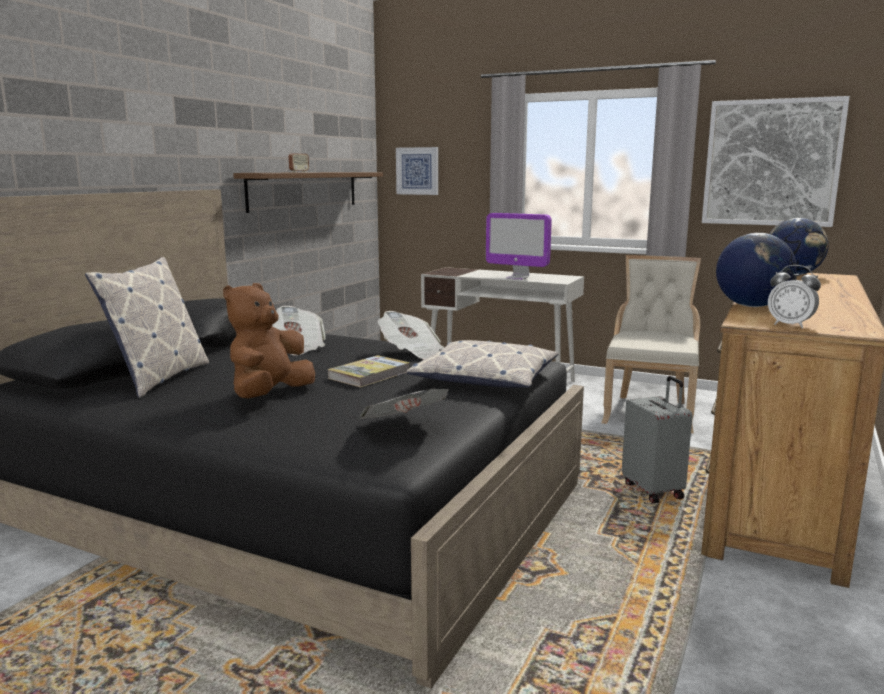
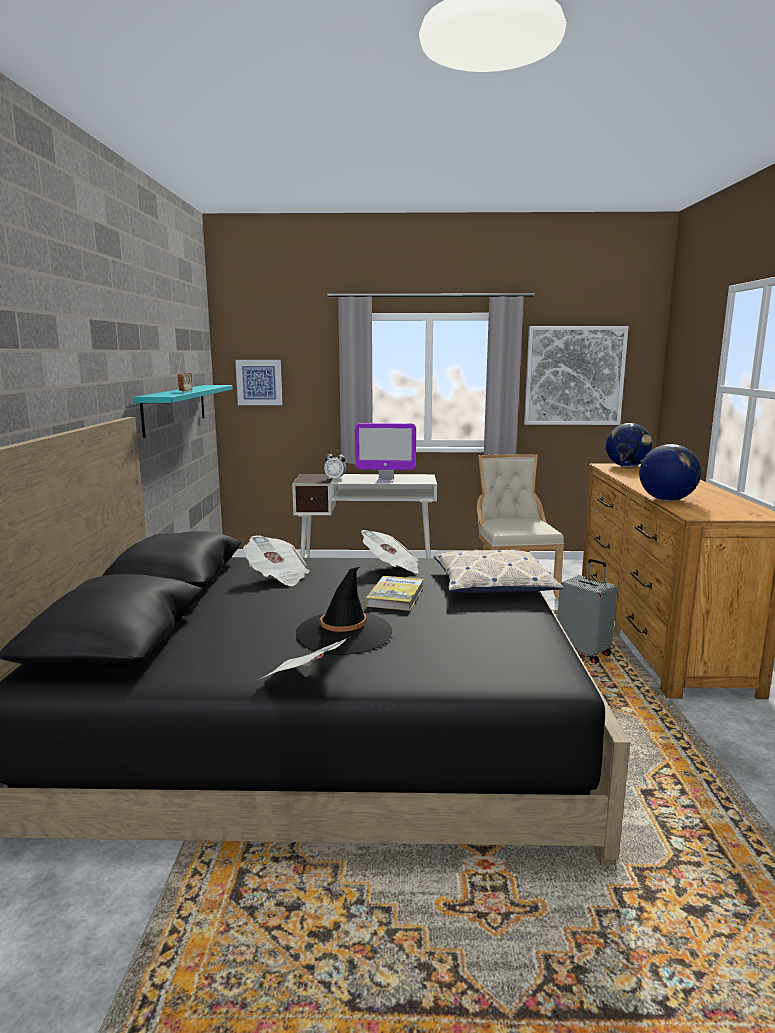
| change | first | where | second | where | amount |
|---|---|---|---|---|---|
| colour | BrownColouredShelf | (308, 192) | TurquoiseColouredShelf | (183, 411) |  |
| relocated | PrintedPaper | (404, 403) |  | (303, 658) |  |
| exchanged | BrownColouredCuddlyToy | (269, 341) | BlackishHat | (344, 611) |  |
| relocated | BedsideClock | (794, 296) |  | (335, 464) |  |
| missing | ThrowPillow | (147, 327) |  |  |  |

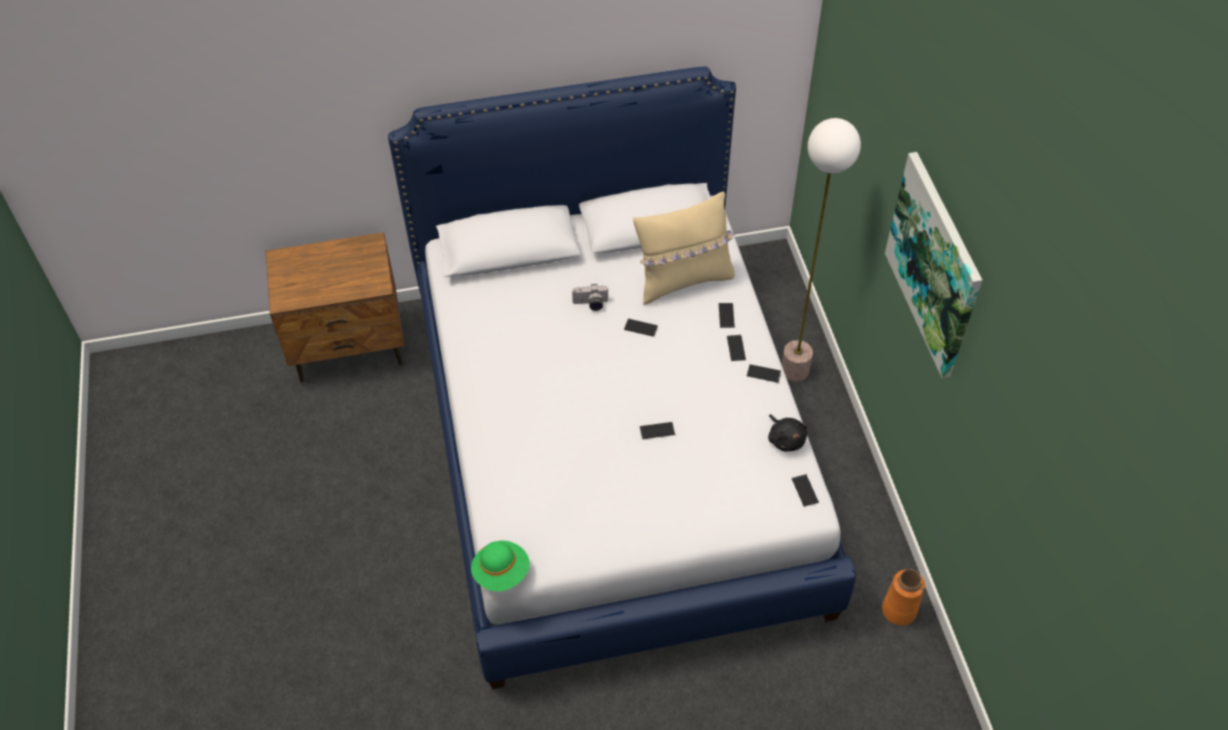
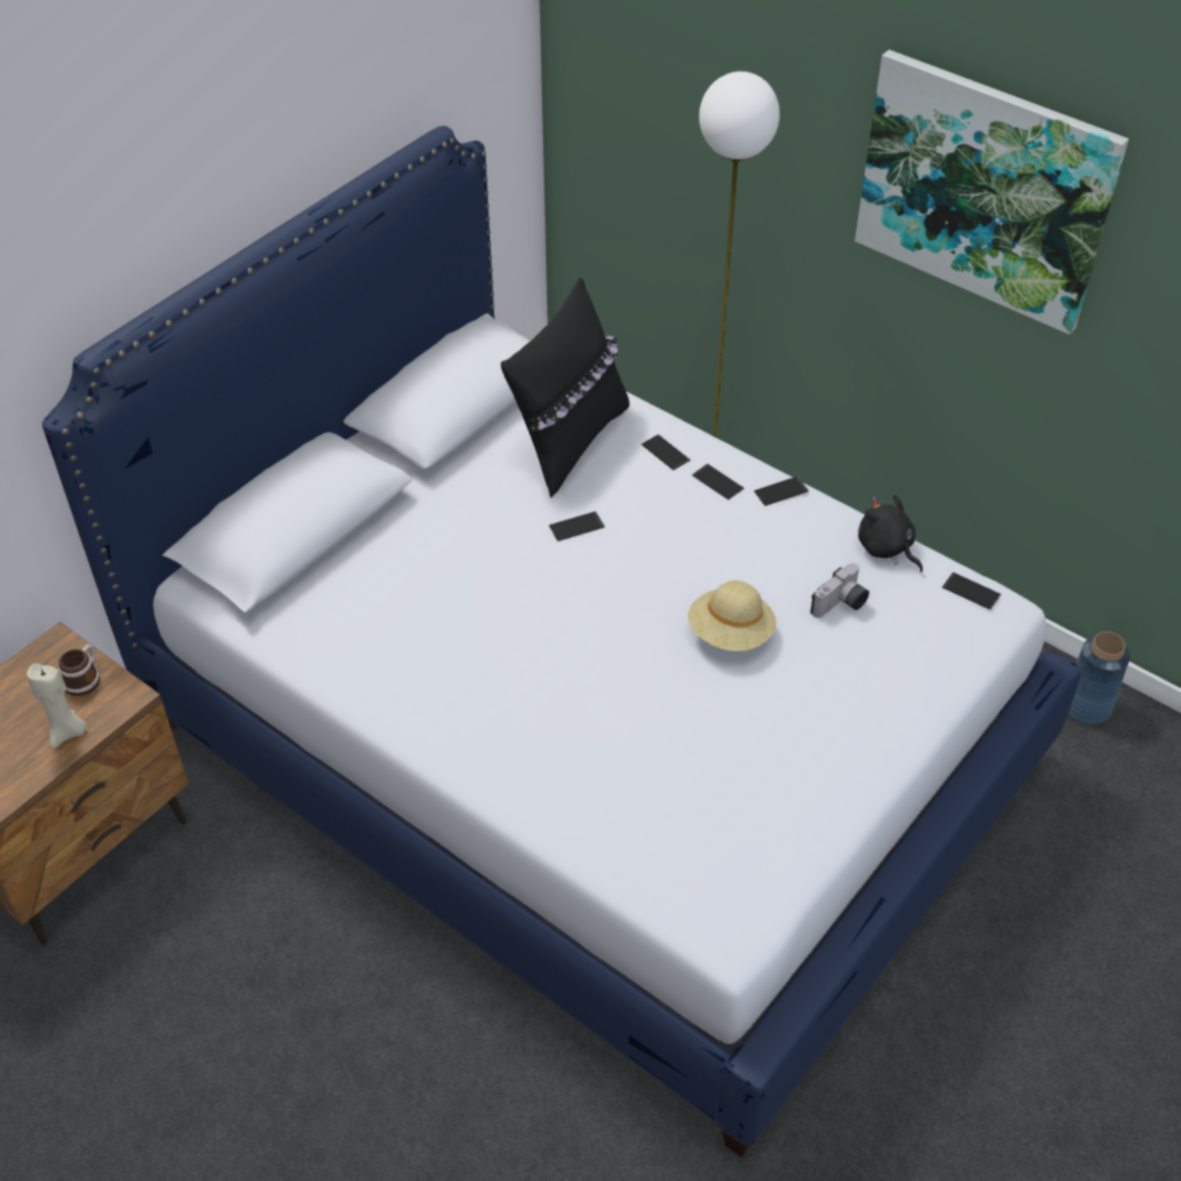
| change | first | where | second | where | amount |
|---|---|---|---|---|---|
| appeared |  |  | BeigeCandle | (57, 706) |  |
| appeared |  |  | TeaMug | (79, 670) |  |
| colour | BeigeThrowPillow | (684, 248) | BlackishThrowPillow | (565, 387) |  |
| exchanged | Handset | (657, 430) | BeigeHat | (732, 615) |  |
| relocated | PhotoCamera | (590, 297) |  | (839, 590) |  |
| spun | BlackishCuddlyToy | (787, 433) |  | (890, 533) | 150 degrees counterclockwise |
| colour | OrangeyVase | (903, 597) | BlueVase | (1099, 677) |  |
| missing | GreenishHat | (500, 566) |  |  |  |

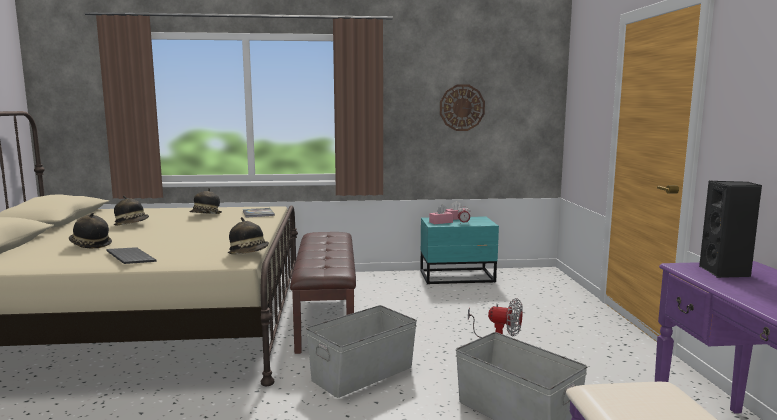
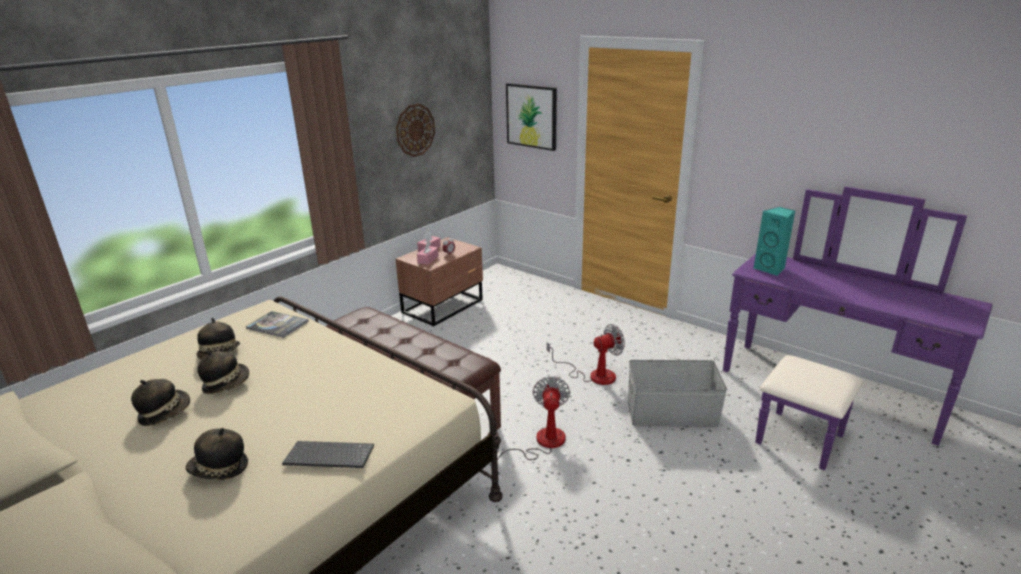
| change | first | where | second | where | amount |
|---|---|---|---|---|---|
| relocated | Hat | (248, 235) |  | (223, 372) |  |
| colour | TurquoiseColouredNightTable | (459, 250) | BrownColouredNightTable | (439, 282) |  |
| exchanged | GreyishStorageContainer | (361, 351) | CoolingFan | (533, 418) |  |
| appeared |  |  | Picture | (531, 117) |  |
| colour | BlackishSpeaker | (730, 229) | TurquoiseColouredSpeaker | (774, 241) |  |

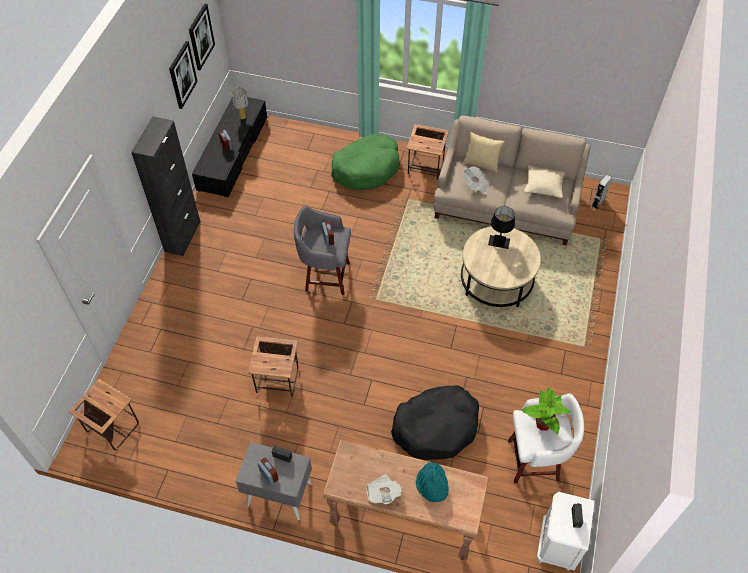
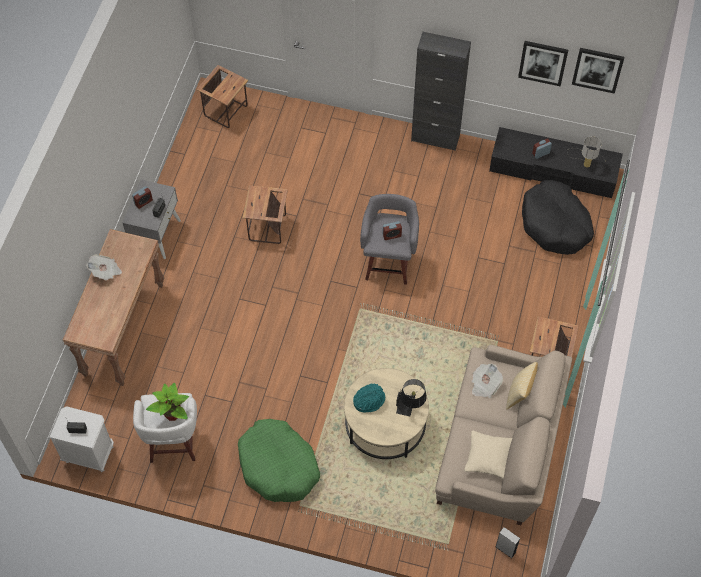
| change | first | where | second | where | amount |
|---|---|---|---|---|---|
| relocated | GreenishDogBed | (365, 162) |  | (279, 460) |  |
| relocated | TurquoiseColouredHat | (432, 482) |  | (369, 397) |  |
| relocated | BlackishDogBed | (435, 422) |  | (558, 217) |  |

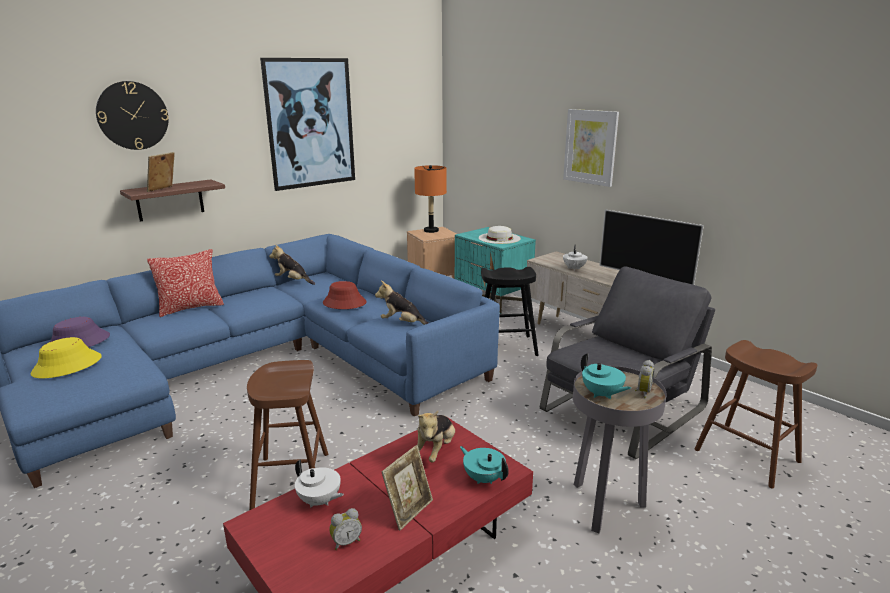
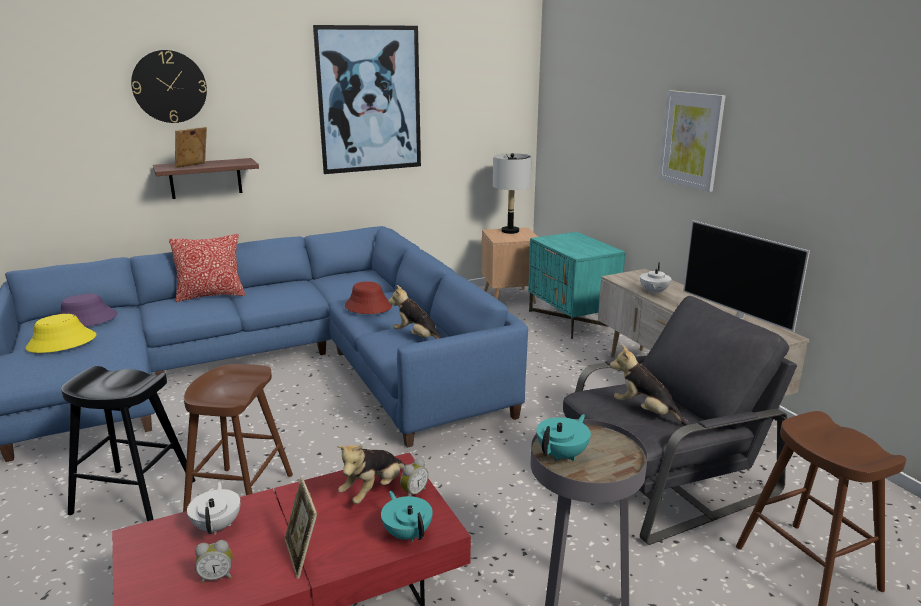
| change | first | where | second | where | amount |
|---|---|---|---|---|---|
| relocated | BlackishSittingStool | (510, 311) |  | (128, 443) |  |
| spun | WhiteTeapot | (319, 483) |  | (213, 507) | 150 degrees counterclockwise |
| spun | StandingFrame | (407, 488) |  | (300, 528) | 105 degrees clockwise |
| relocated | BedsideClock | (644, 379) |  | (414, 477) |  |
| colour | OrangeyLampForATable | (430, 199) | GreyishLampForATable | (512, 193) |  |
| spun | TurquoiseColouredTeapot | (606, 376) |  | (563, 437) | 120 degrees counterclockwise |
| relocated | CuddlyToy | (292, 264) |  | (650, 385) |  |
| missing | WhiteHat | (500, 235) |  |  |  |

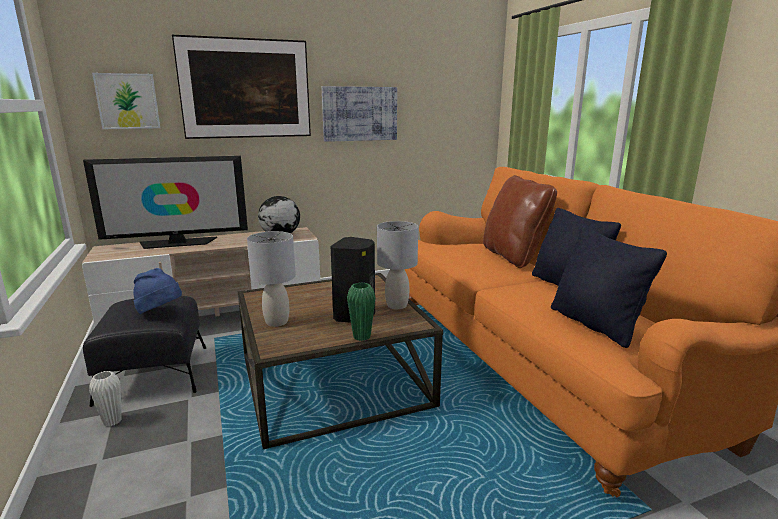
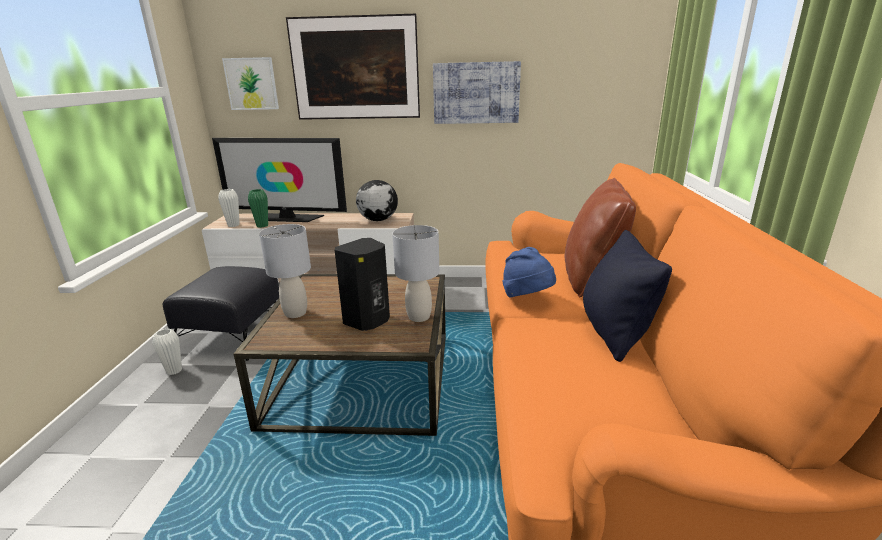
| change | first | where | second | where | amount |
|---|---|---|---|---|---|
| appeared |  |  | WhiteVase | (229, 208) |  |
| relocated | GreenishVase | (361, 311) |  | (258, 208) |  |
| relocated | BlueHat | (157, 291) |  | (529, 272) |  |
| missing | BlackishThrowPillow | (609, 287) |  |  |  |

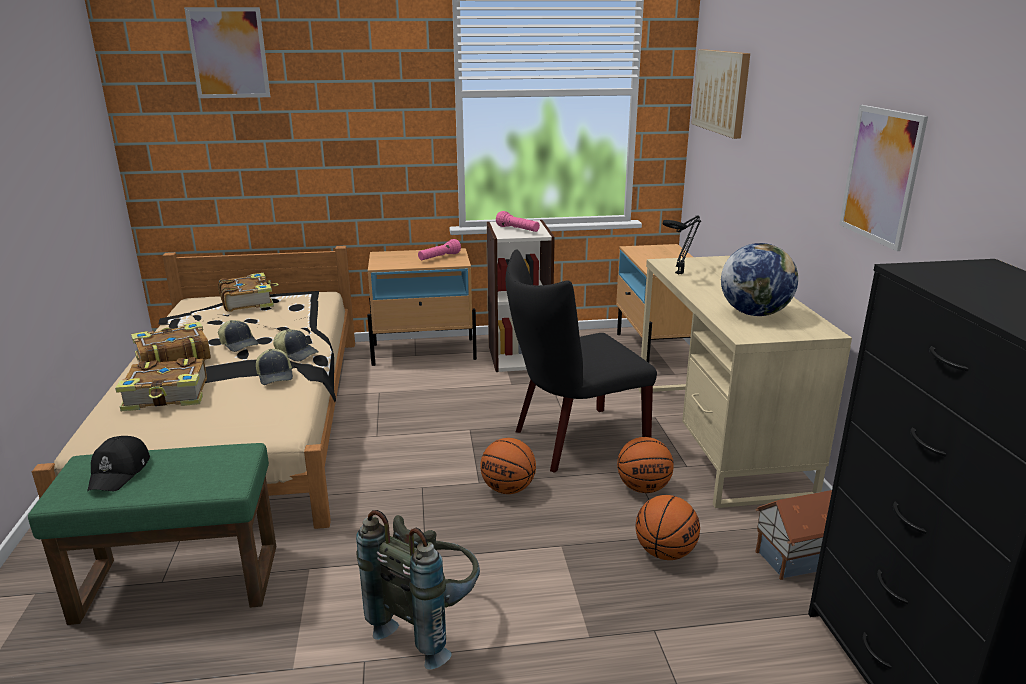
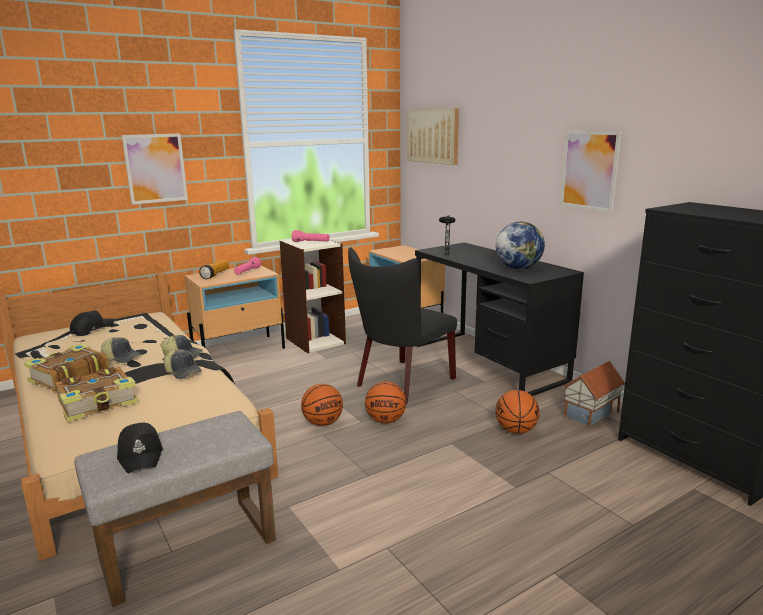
| change | first | where | second | where | amount |
|---|---|---|---|---|---|
| exchanged | Volume | (248, 292) | BlackishBaseballCap | (92, 322) |  |
| colour | GreenishPouffe | (152, 534) | GreyishPouffe | (175, 509) |  |
| relocated | Picture | (227, 52) |  | (155, 169) |  |
| appeared |  |  | Flashlight | (214, 269) |  |
| relocated | BasketballBall | (645, 465) |  | (322, 405) |  |
| colour | BeigeDesk | (745, 382) | BlackishDesk | (499, 319) |  |
| missing | GreyishRucksack | (418, 590) |  |  |  |

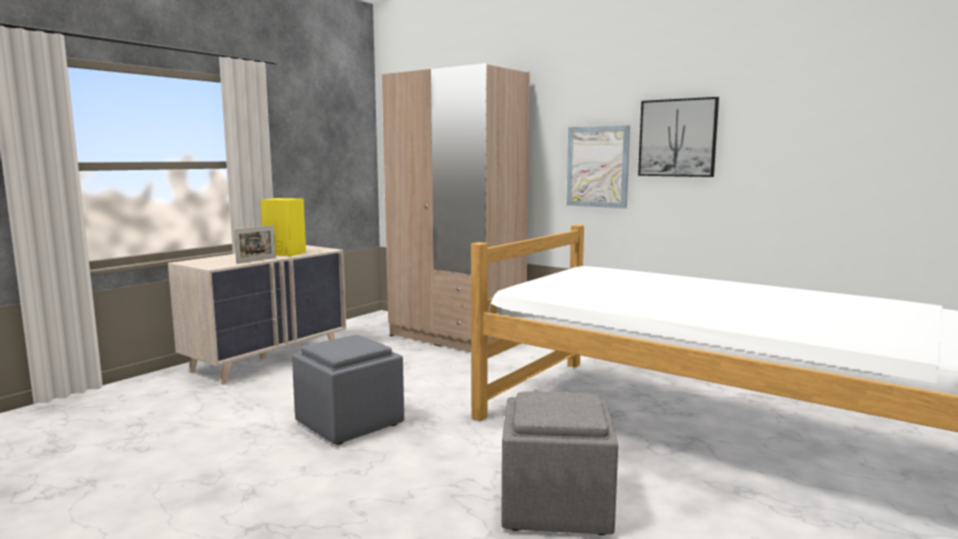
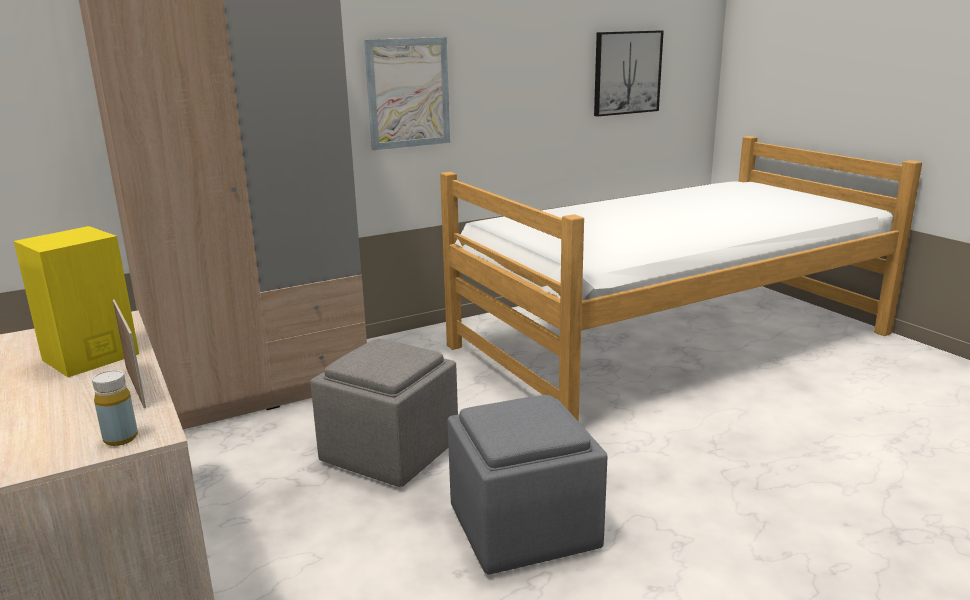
| change | first | where | second | where | amount |
|---|---|---|---|---|---|
| appeared |  |  | YellowColouredBottle | (115, 408) |  |
| relocated | GreyishPouffe | (559, 463) |  | (384, 413) |  |
| relocated | Picture | (678, 137) |  | (629, 74) |  |

